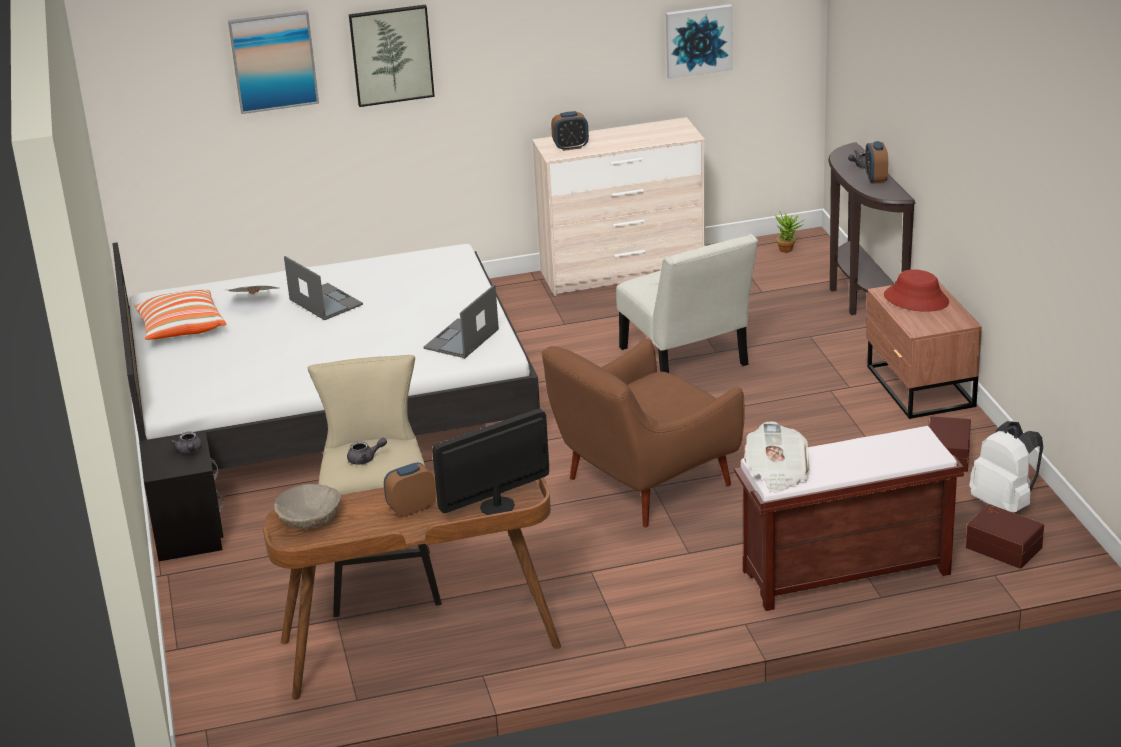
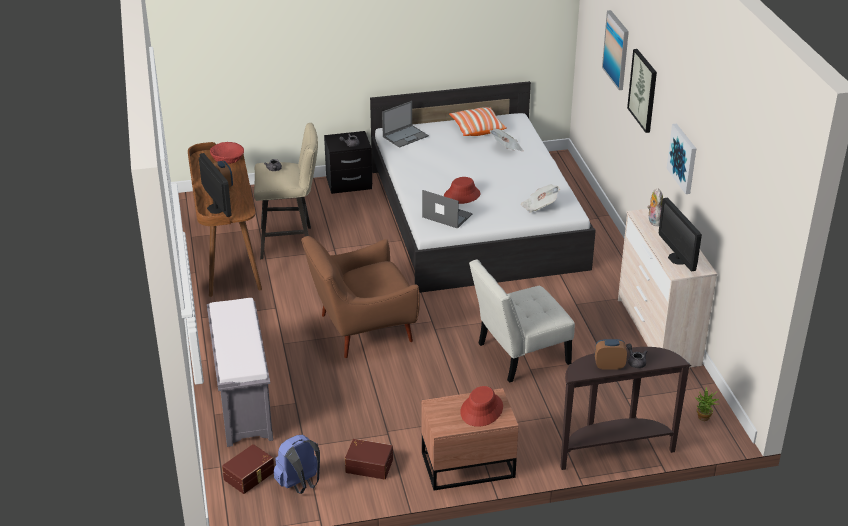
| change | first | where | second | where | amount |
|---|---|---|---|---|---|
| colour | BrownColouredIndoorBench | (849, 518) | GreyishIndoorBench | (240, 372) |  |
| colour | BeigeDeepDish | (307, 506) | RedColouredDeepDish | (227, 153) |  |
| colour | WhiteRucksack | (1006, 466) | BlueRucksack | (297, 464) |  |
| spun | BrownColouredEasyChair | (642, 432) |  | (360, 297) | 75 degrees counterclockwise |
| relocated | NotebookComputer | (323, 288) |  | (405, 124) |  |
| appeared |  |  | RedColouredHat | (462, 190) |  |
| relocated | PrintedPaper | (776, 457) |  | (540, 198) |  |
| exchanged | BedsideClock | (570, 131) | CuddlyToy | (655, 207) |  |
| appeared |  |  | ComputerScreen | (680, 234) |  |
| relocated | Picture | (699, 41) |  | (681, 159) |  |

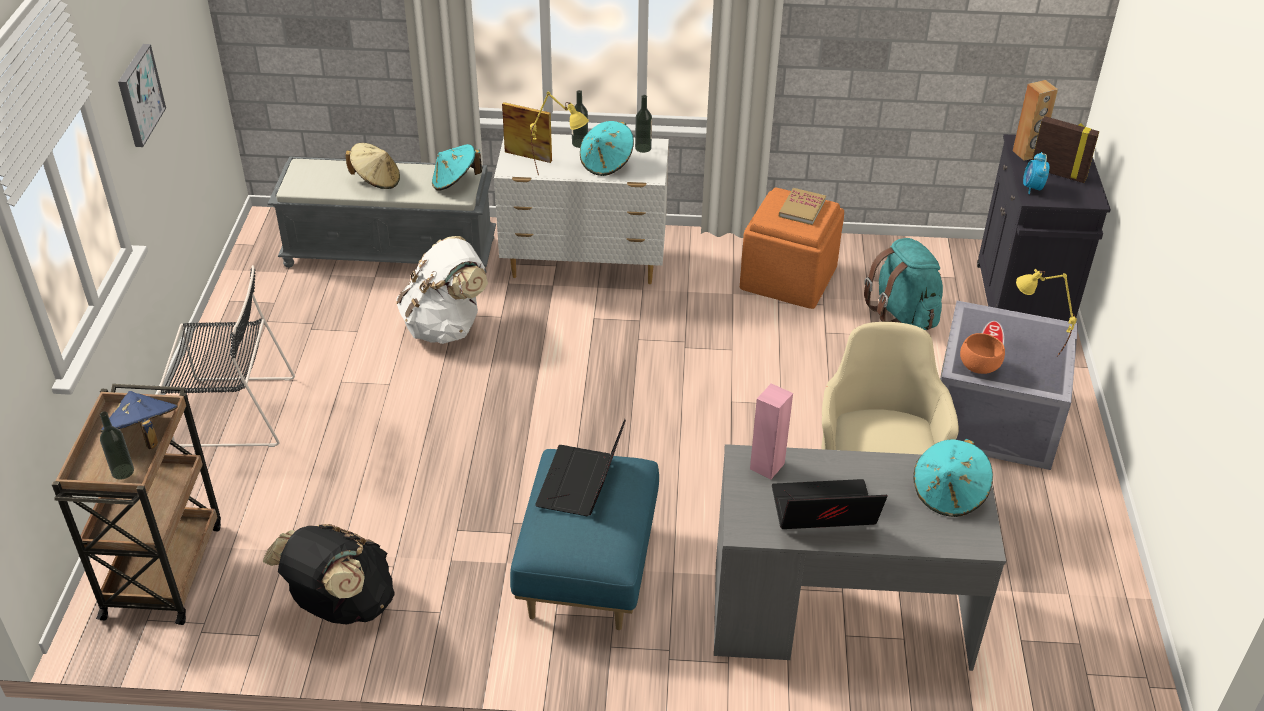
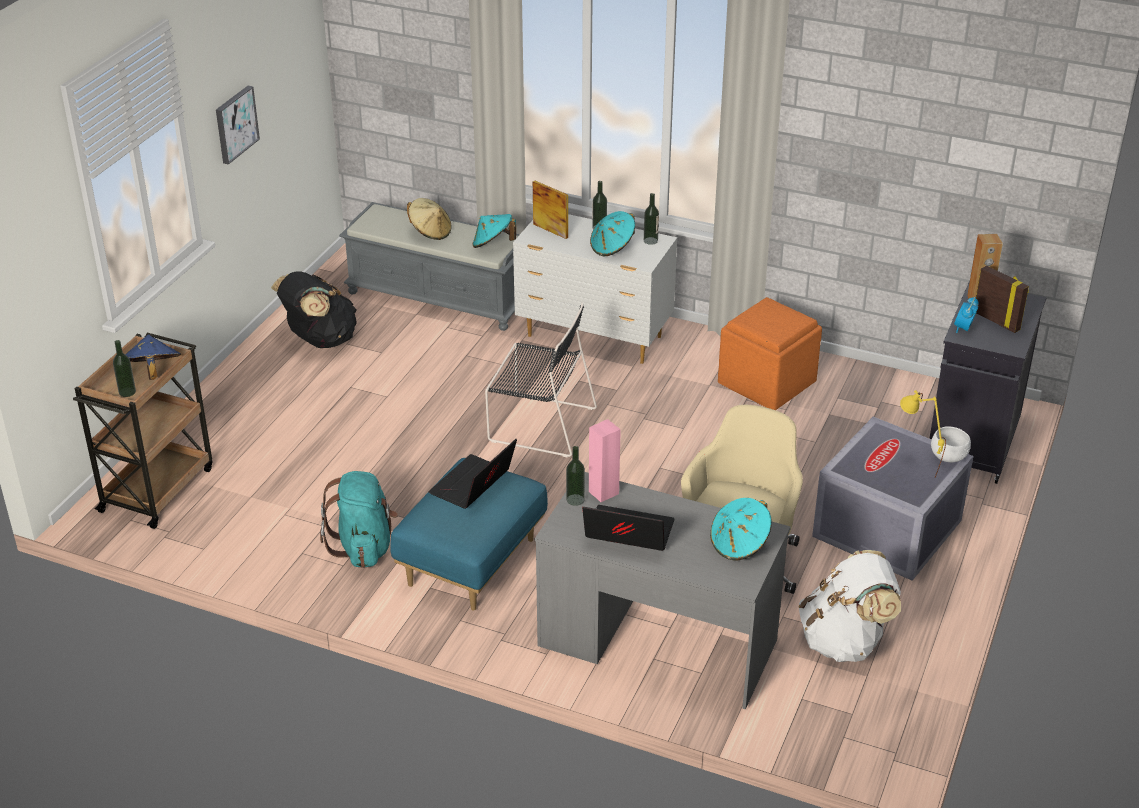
| change | first | where | second | where | amount |
|---|---|---|---|---|---|
| relocated | BlackishRucksack | (329, 574) |  | (314, 309) |  |
| relocated | TurquoiseColouredRucksack | (903, 284) |  | (359, 519) |  |
| relocated | BlackishPlainChair | (226, 356) |  | (541, 380) |  |
| appeared |  |  | Bottle | (575, 476) |  |
| relocated | WhiteRucksack | (442, 290) |  | (850, 606) |  |
| appeared |  |  | WhiteDeepDish | (951, 444) |  |
| missing | YellowColouredLampForATable | (559, 133) |  |  |  |
| missing | Volume | (802, 206) |  |  |  |
| missing | OrangeyDeepDish | (982, 353) |  |  |  |

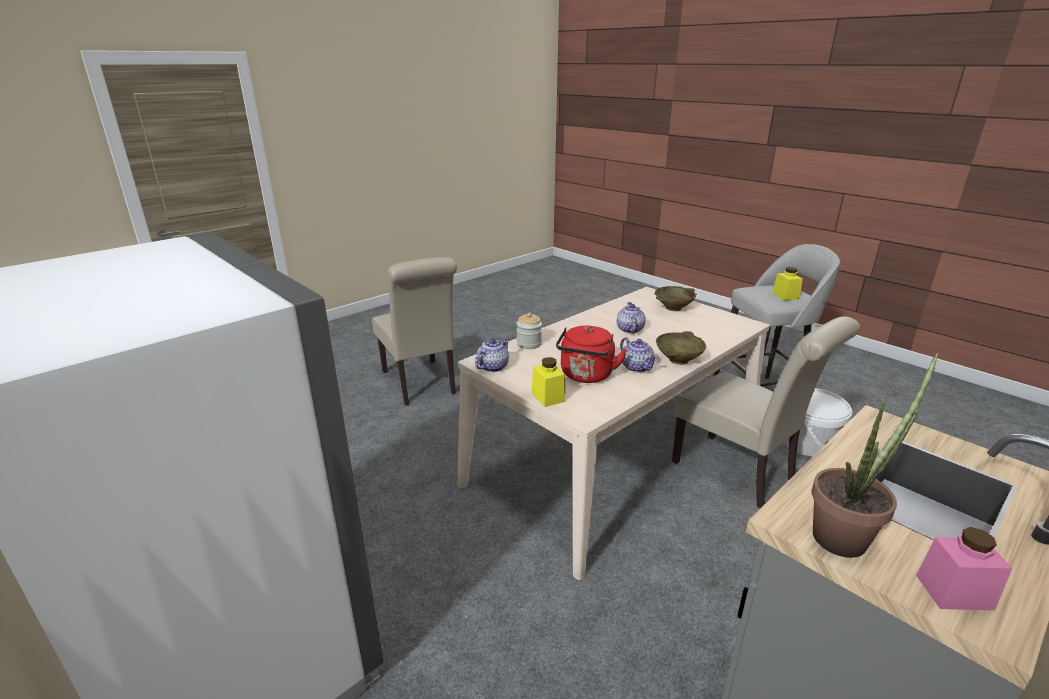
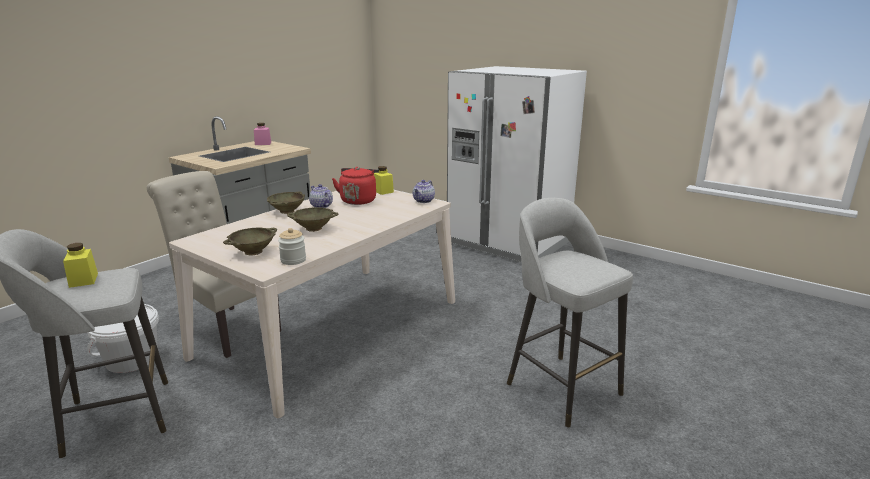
| change | first | where | second | where | amount |
|---|---|---|---|---|---|
| relocated | PreserveJar | (529, 330) |  | (292, 246) |  |
| exchanged | Teapot | (631, 317) | BeigeDeepDish | (312, 219) |  |
| exchanged | BeigePlainChair | (414, 331) | GreyishSittingStool | (570, 313) |  |
| missing | Houseplant | (874, 455) |  |  |  |

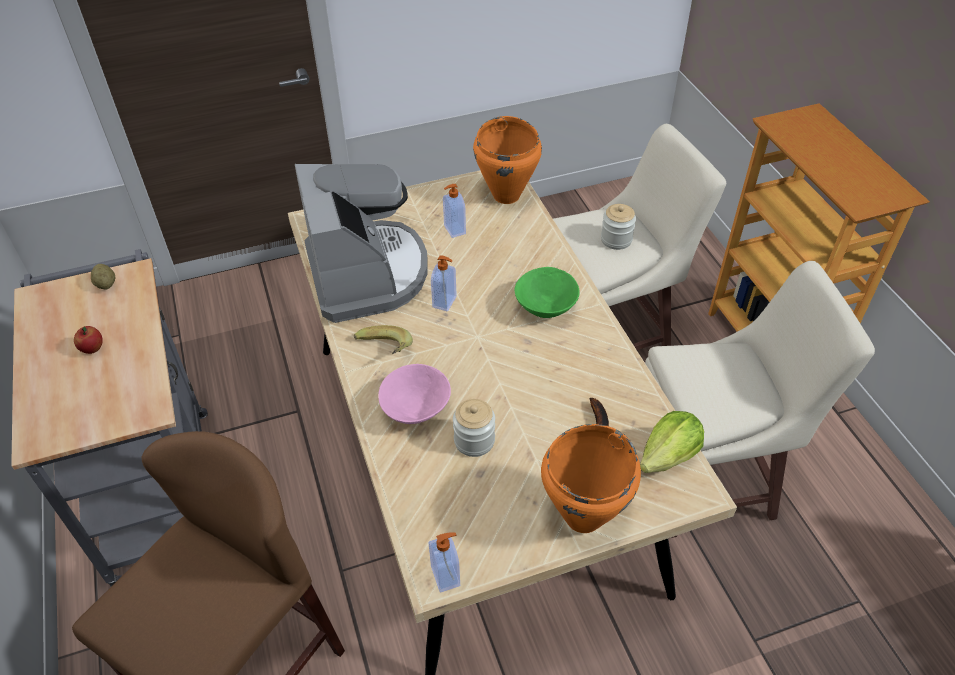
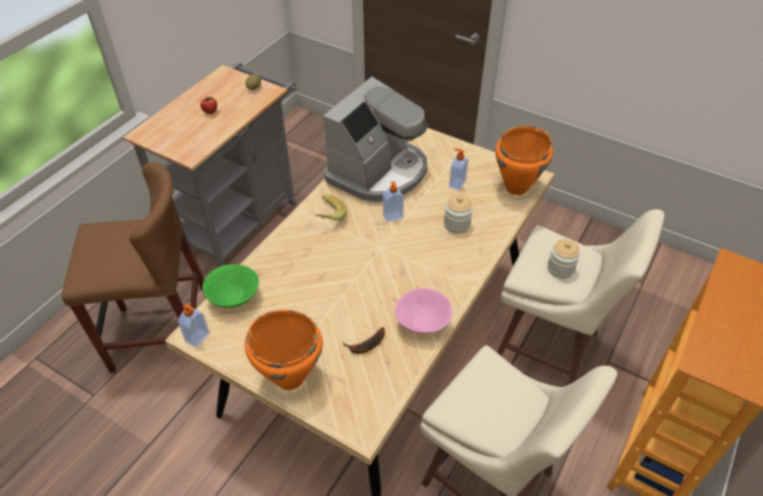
| change | first | where | second | where | amount |
|---|---|---|---|---|---|
| relocated | GreenishDeepDish | (547, 292) |  | (231, 286) |  |
| relocated | PinkDeepDish | (414, 394) |  | (423, 311) |  |
| relocated | PreserveJar | (474, 428) |  | (458, 214) |  |
| missing | Lettuce | (672, 442) |  |  |  |

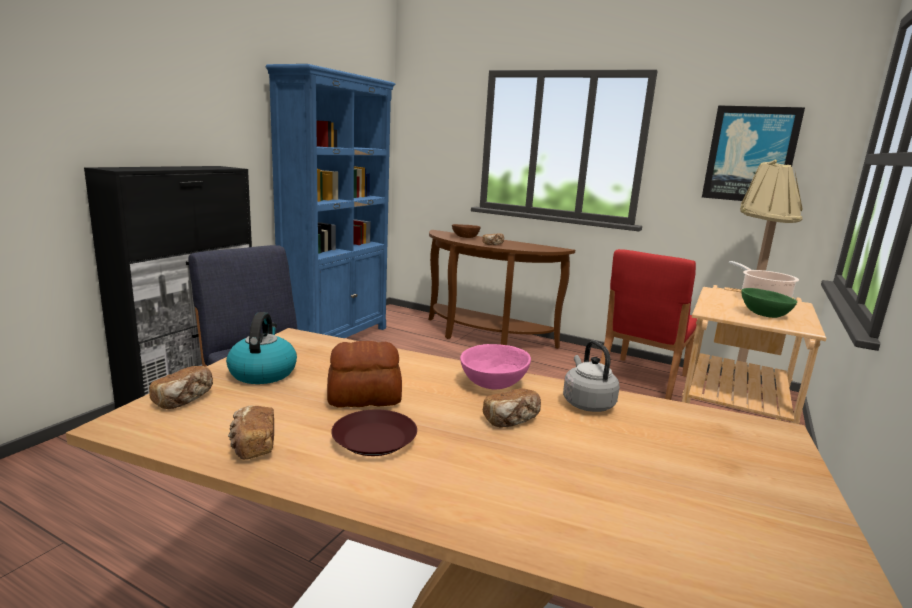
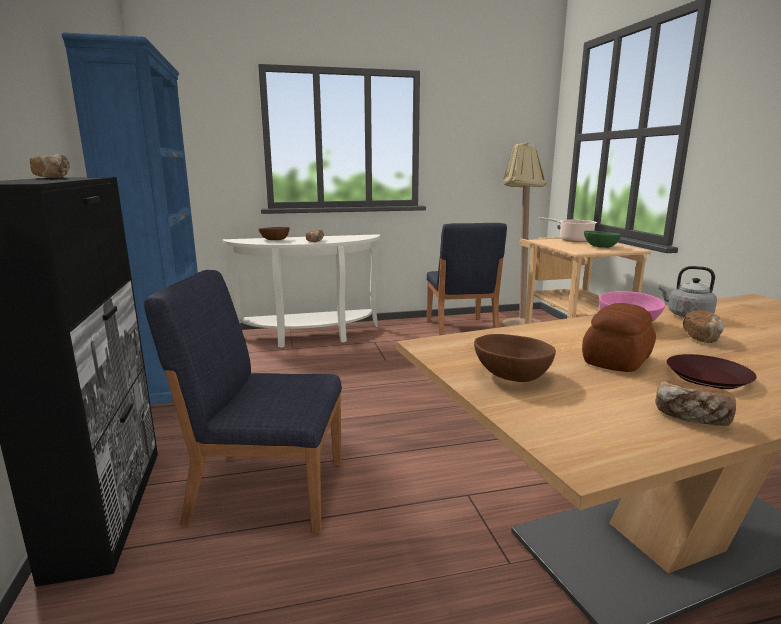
| change | first | where | second | where | amount |
|---|---|---|---|---|---|
| relocated | Bread | (181, 387) |  | (50, 166) |  |
| colour | BrownColouredNarrowTable | (501, 289) | WhiteNarrowTable | (301, 291) |  |
| colour | RedColouredPlainChair | (648, 324) | BluePlainChair | (467, 279) |  |
| exchanged | WaterKettle | (261, 348) | BrownColouredDeepDish | (515, 358) |  |
| missing | Picture | (753, 153) |  |  |  |

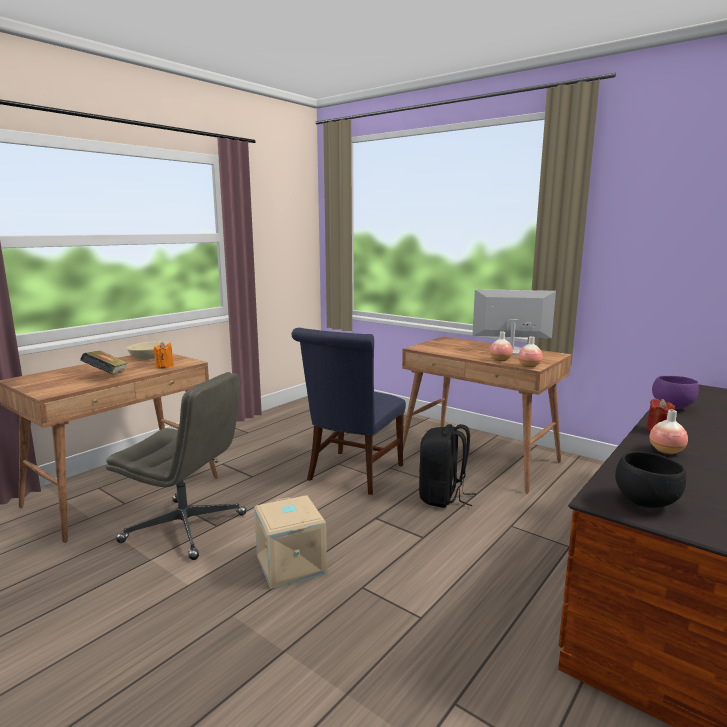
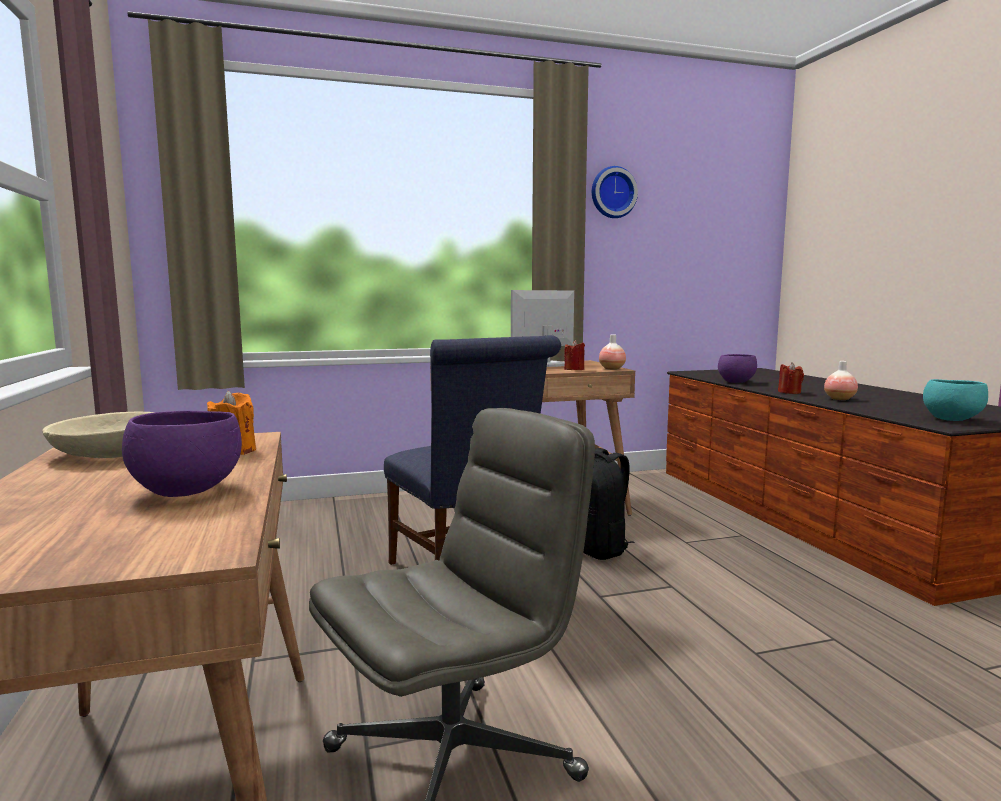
| change | first | where | second | where | amount |
|---|---|---|---|---|---|
| exchanged | Volume | (104, 362) | PurplishDeepDish | (182, 453) |  |
| exchanged | Vase | (501, 346) | RedColouredCandle | (574, 355) |  |
| appeared |  |  | HangingClock | (615, 192) |  |
| colour | BlackishDeepDish | (650, 479) | TurquoiseColouredDeepDish | (955, 400) |  |
| missing | BeigeStorageContainer | (290, 542) |  |  |  |

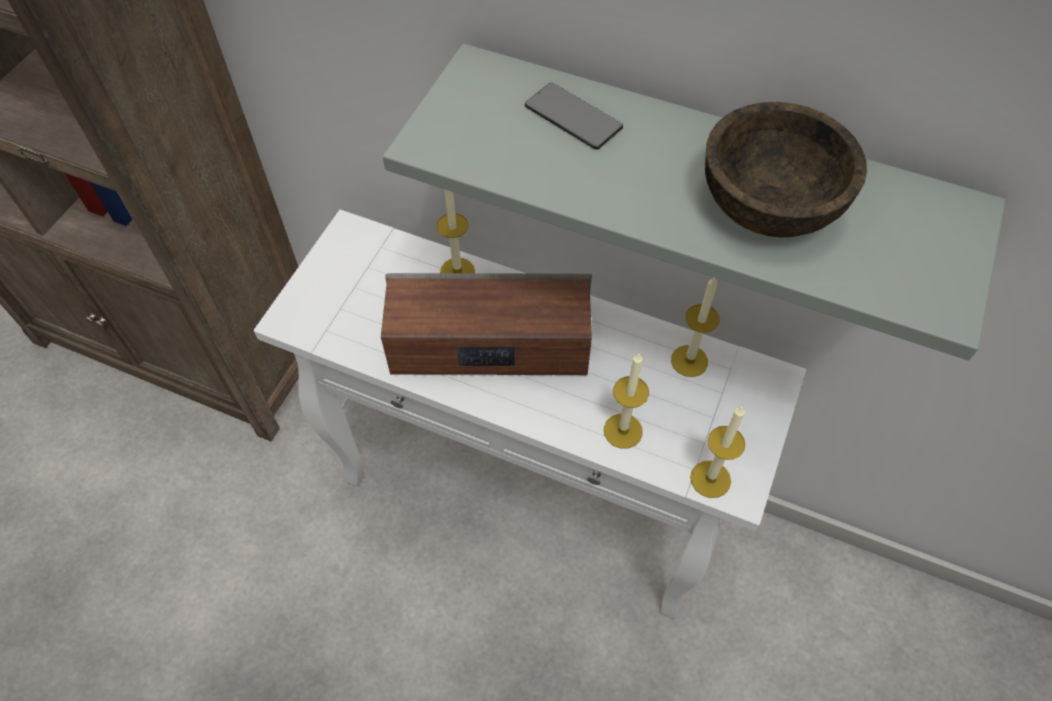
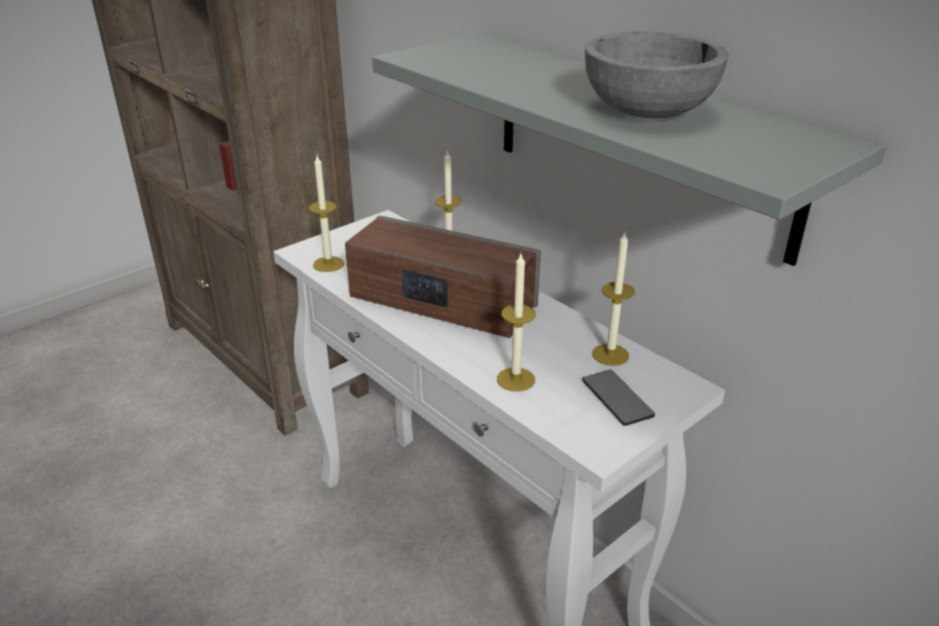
| change | first | where | second | where | amount |
|---|---|---|---|---|---|
| relocated | Candle | (717, 452) |  | (326, 214) |  |
| relocated | Handset | (574, 116) |  | (618, 398) |  |
| colour | BrownColouredDeepDish | (786, 169) | GreyishDeepDish | (657, 75) |  |

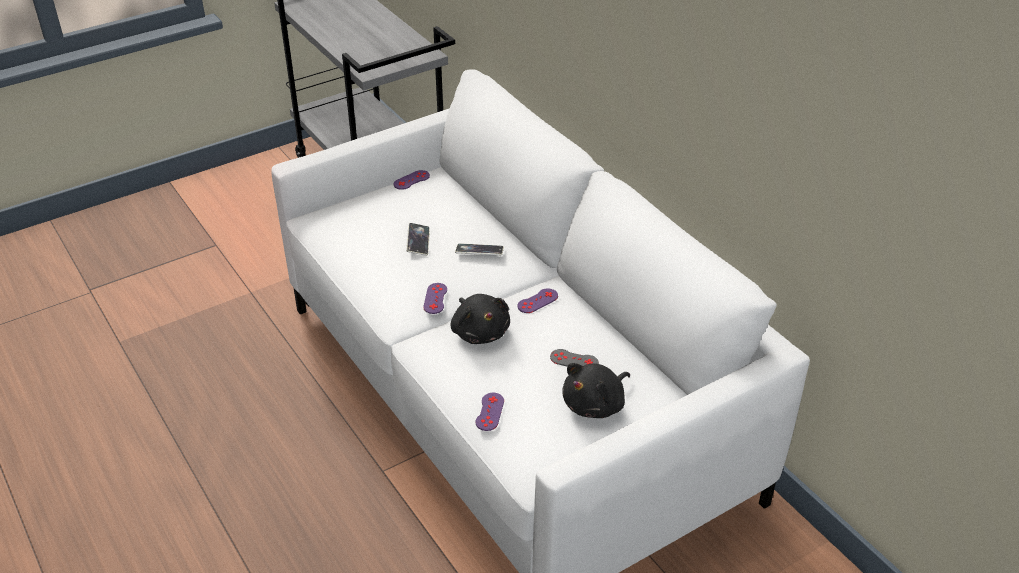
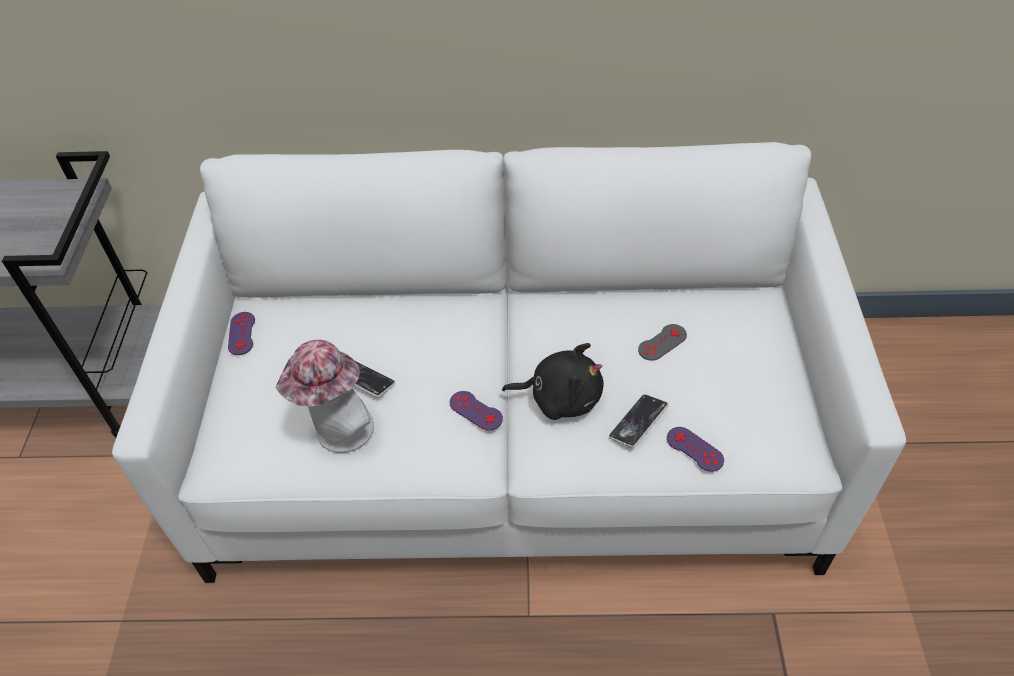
| change | first | where | second | where | amount |
|---|---|---|---|---|---|
| appeared |  |  | Hat | (325, 396) |  |
| relocated | Handset | (479, 249) |  | (638, 421) |  |
| missing | PurplishGamepad | (537, 300) |  |  |  |
| missing | BlackishCuddlyToy | (596, 390) |  |  |  |

